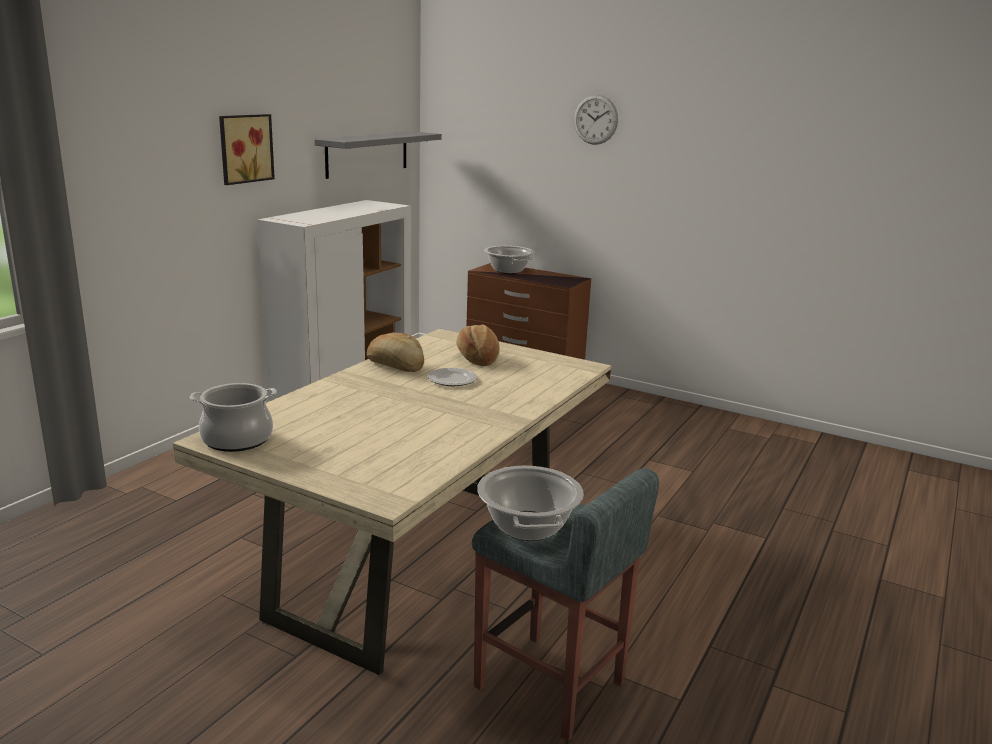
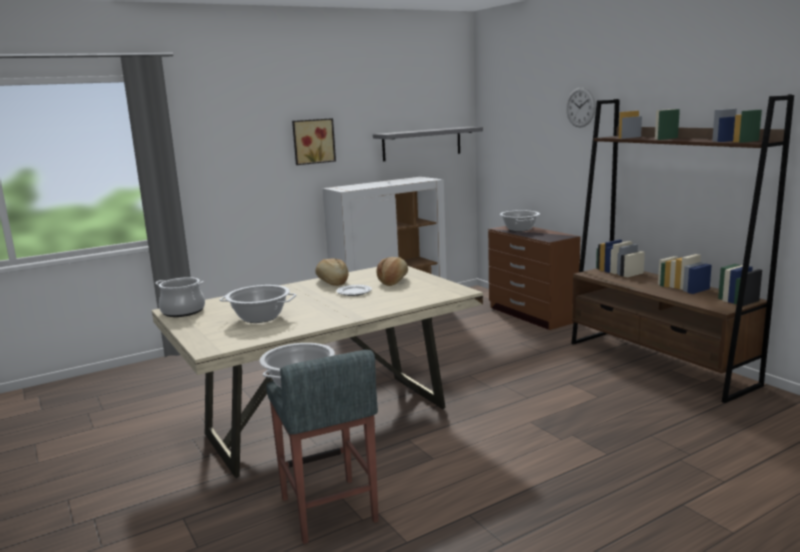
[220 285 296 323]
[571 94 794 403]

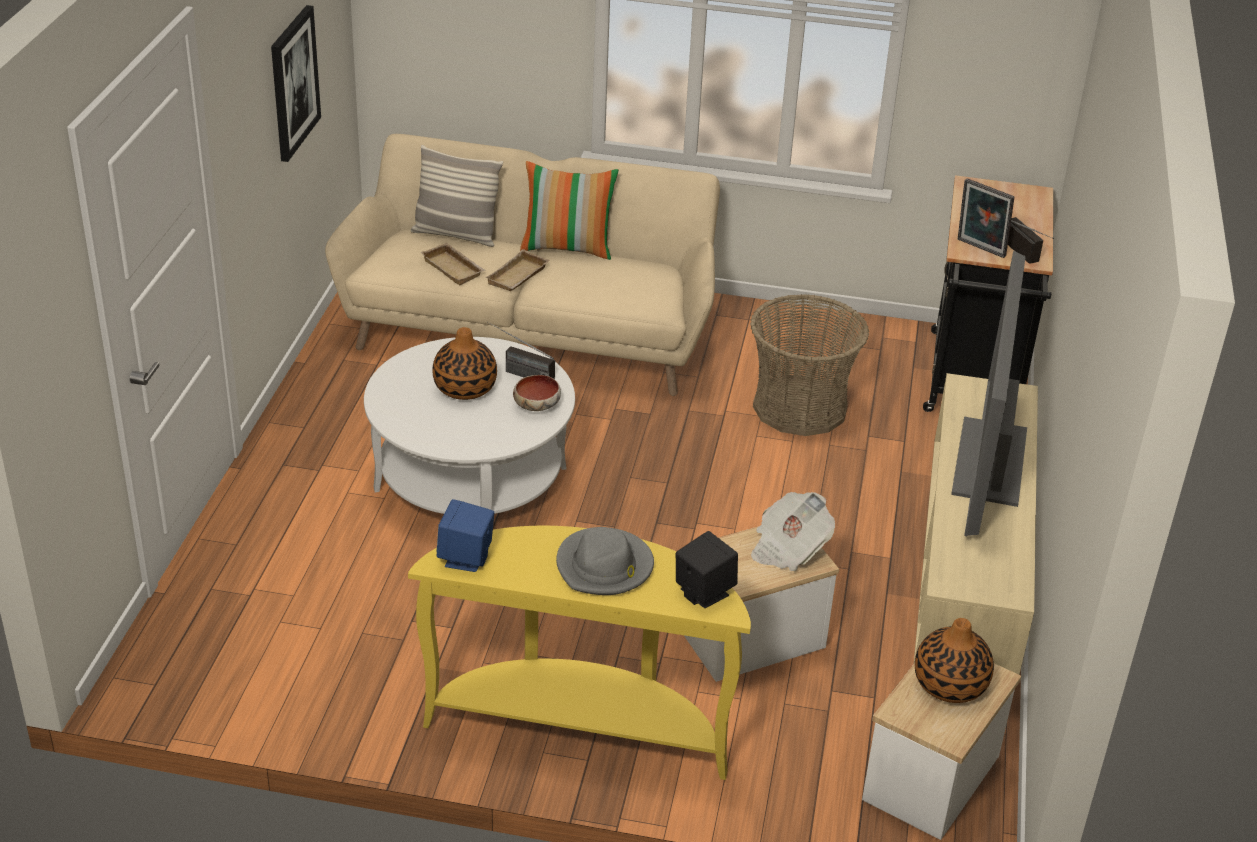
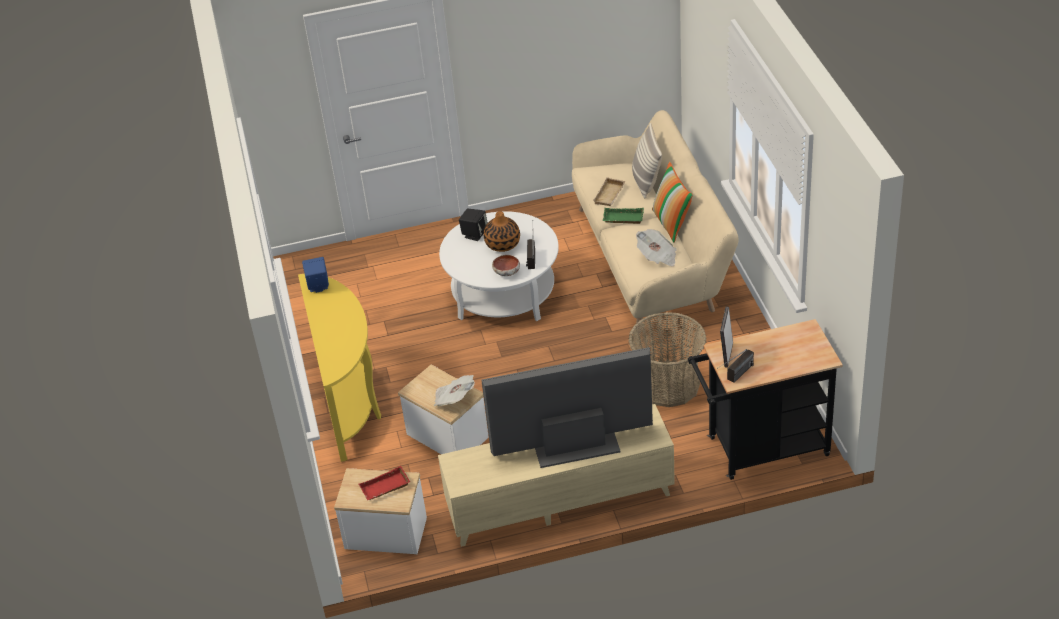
[358 466 410 500]
[459 209 488 241]
[603 208 644 224]
[636 229 677 266]
[271 5 321 162] (first image)
[556 527 654 595] (first image)

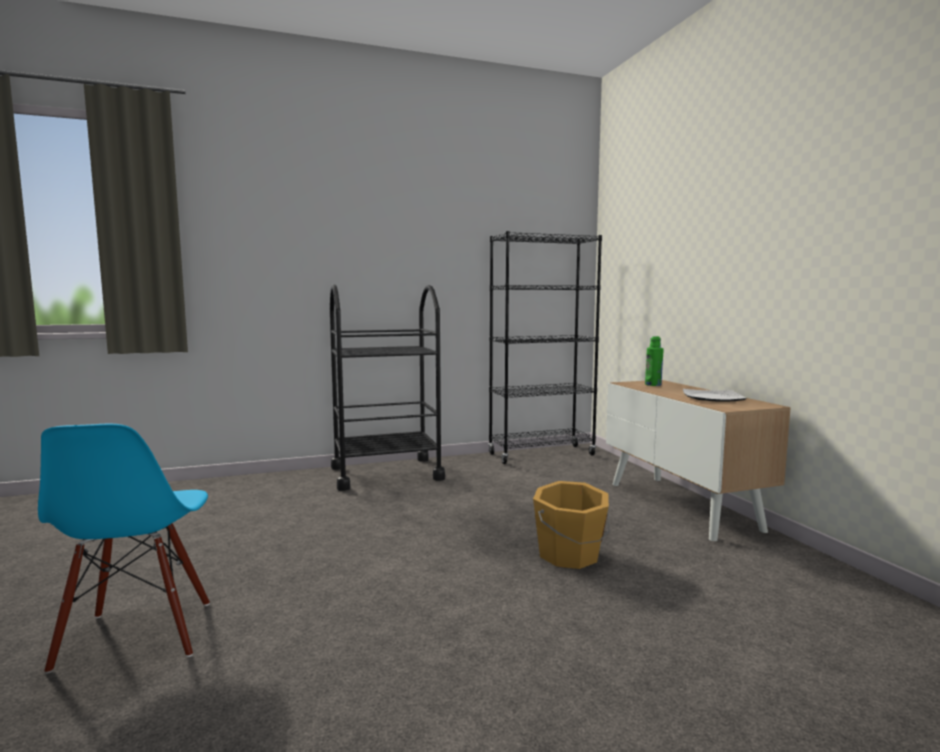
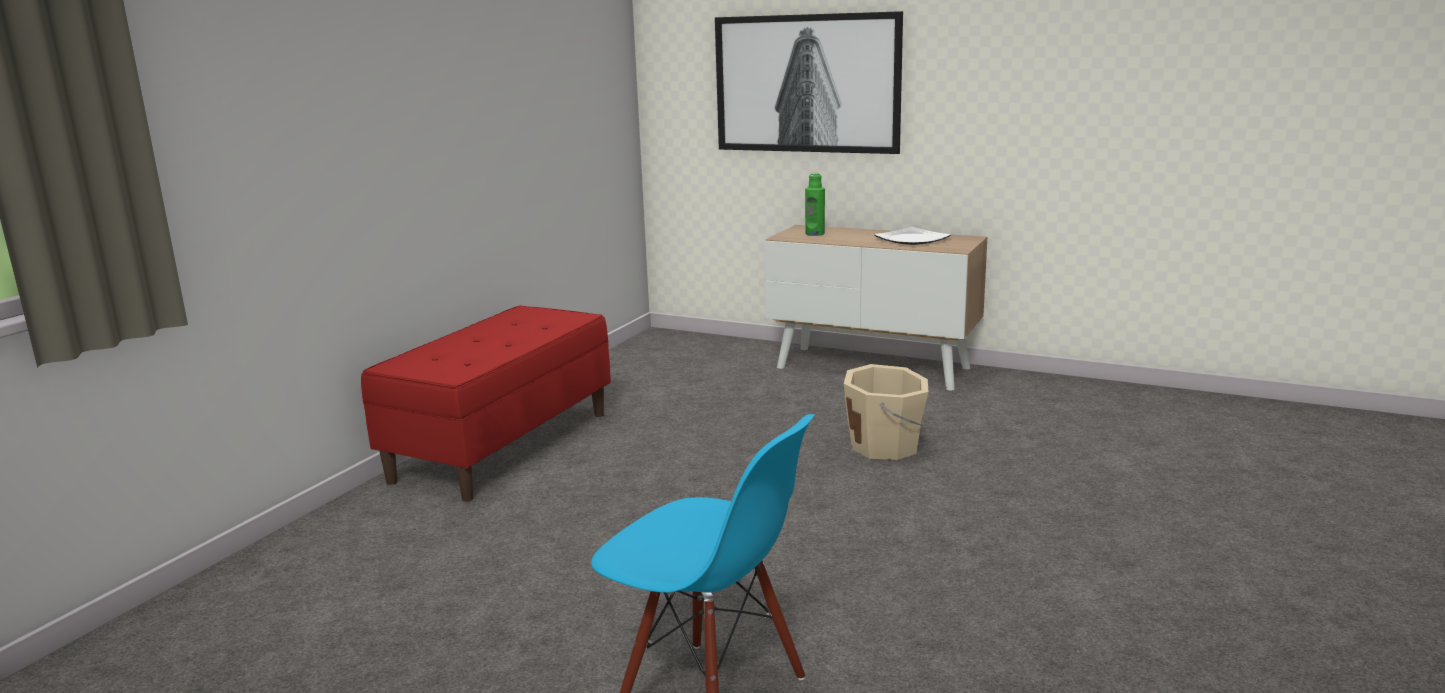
[361 305 611 502]
[715 11 903 154]
[844 364 929 460]
[488 231 602 464] (first image)

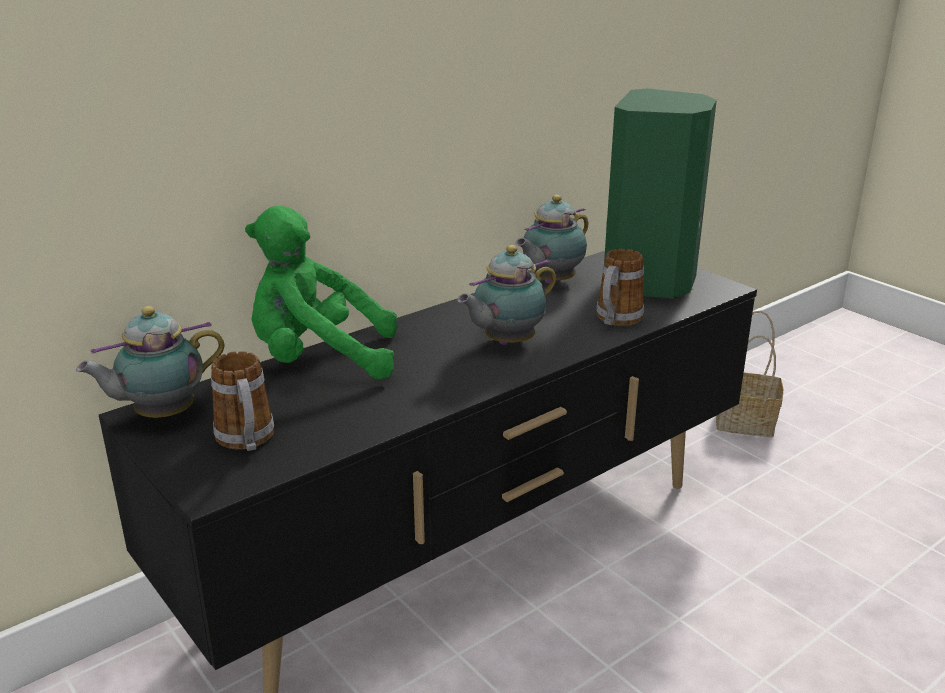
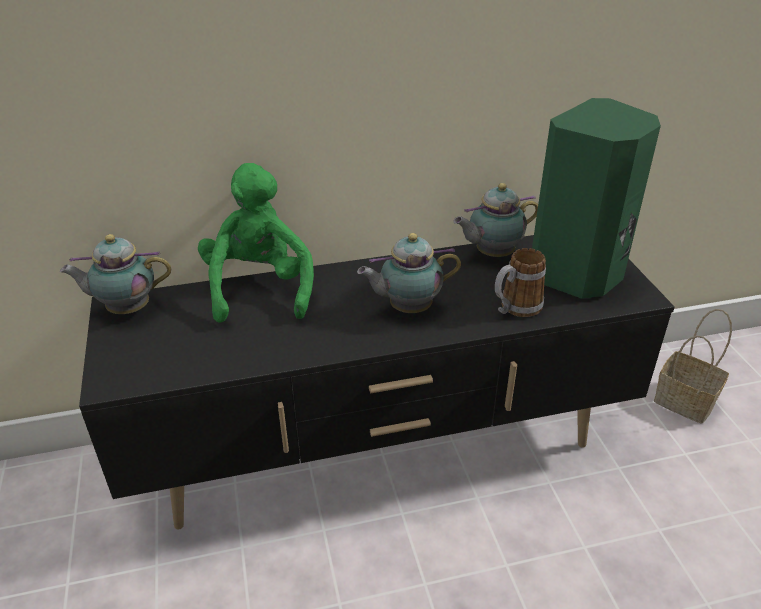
[198 163 314 323]
[211 351 274 451] (first image)

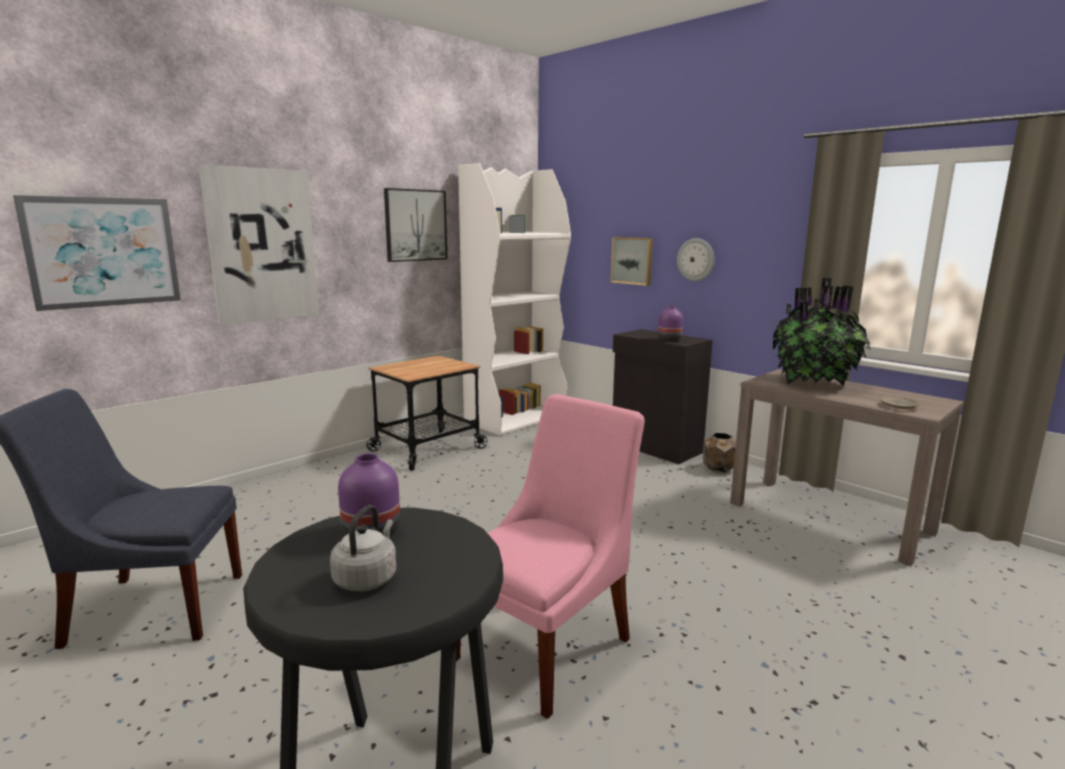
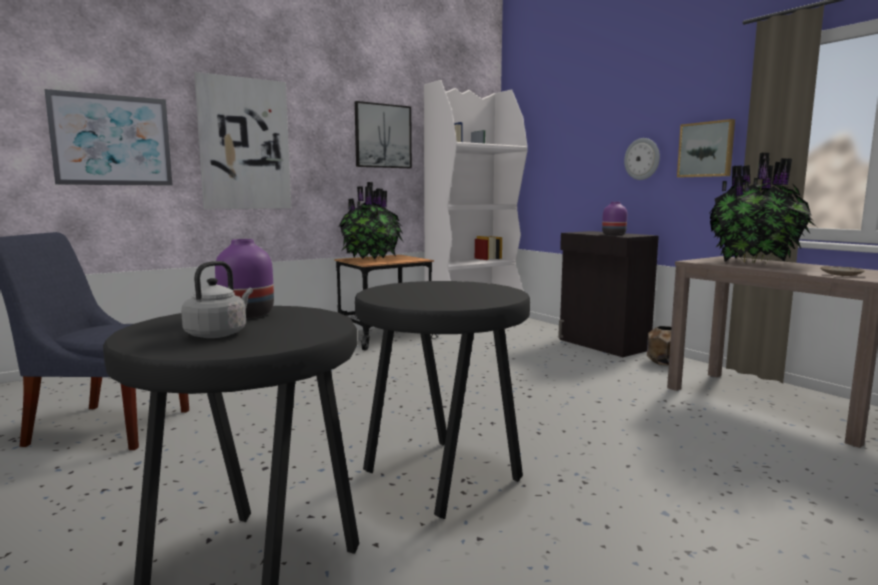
[339 182 403 260]
[355 281 530 519]
[677 119 735 177]

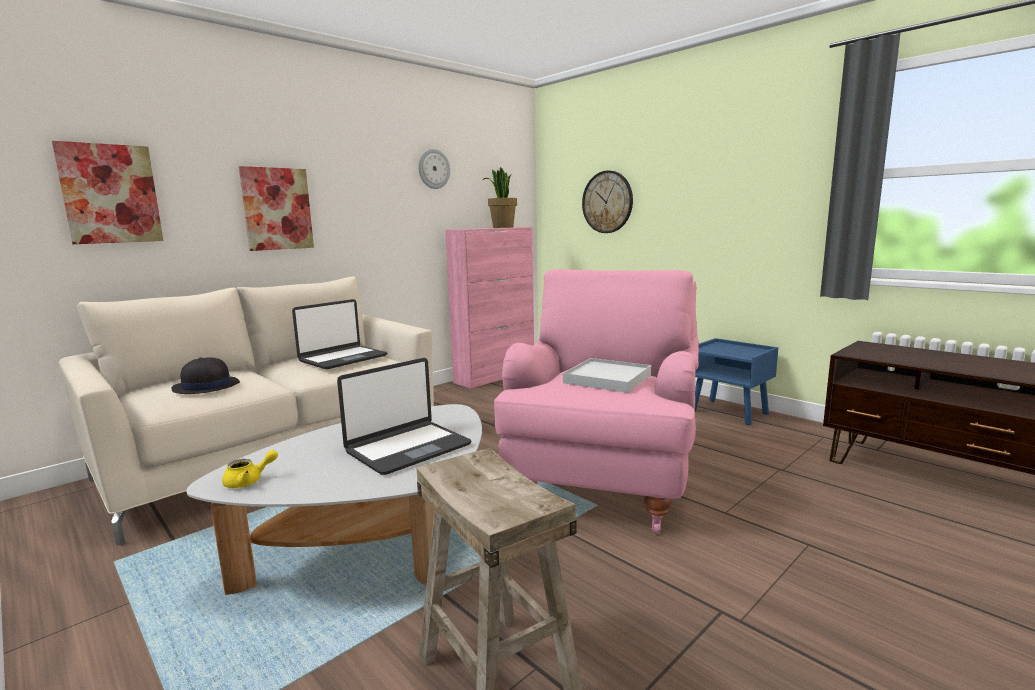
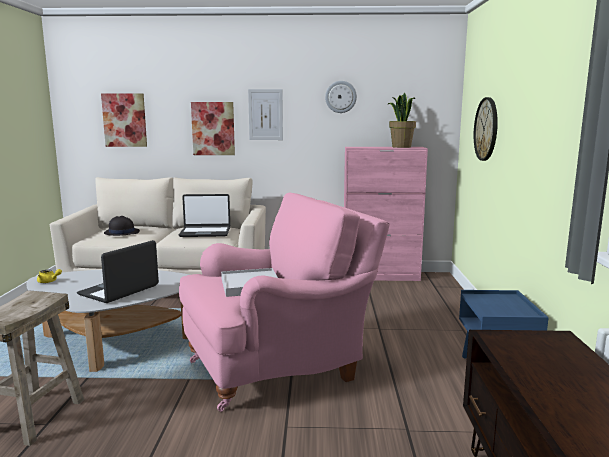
[77 240 159 303]
[248 89 283 140]

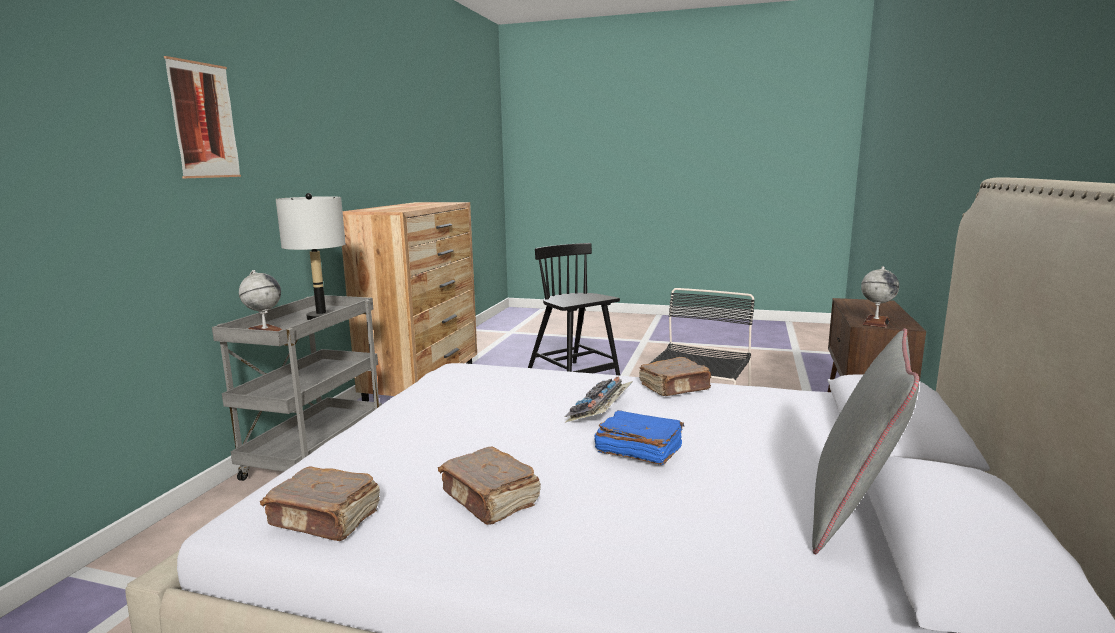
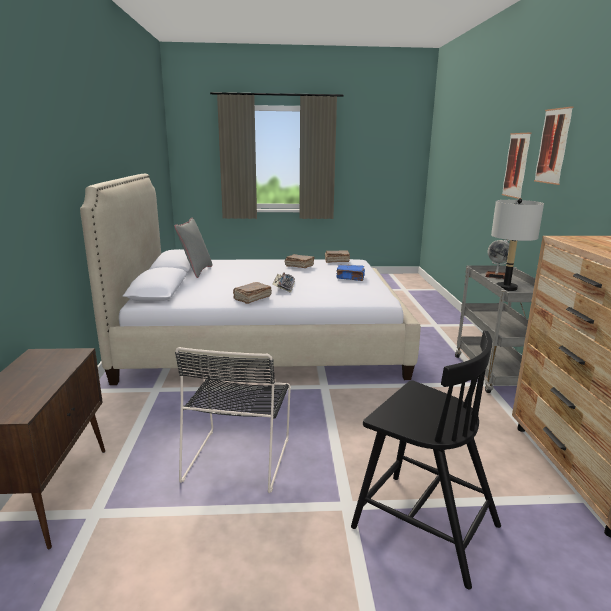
[336 265 365 281]
[502 132 532 199]
[861 266 899 328] (first image)

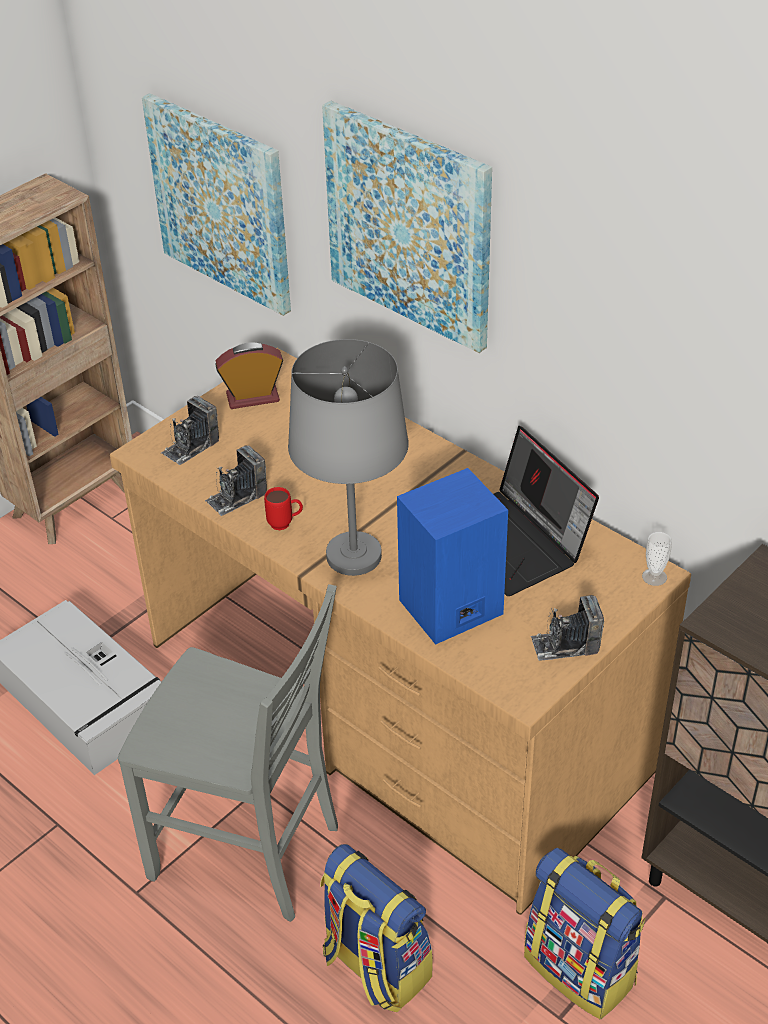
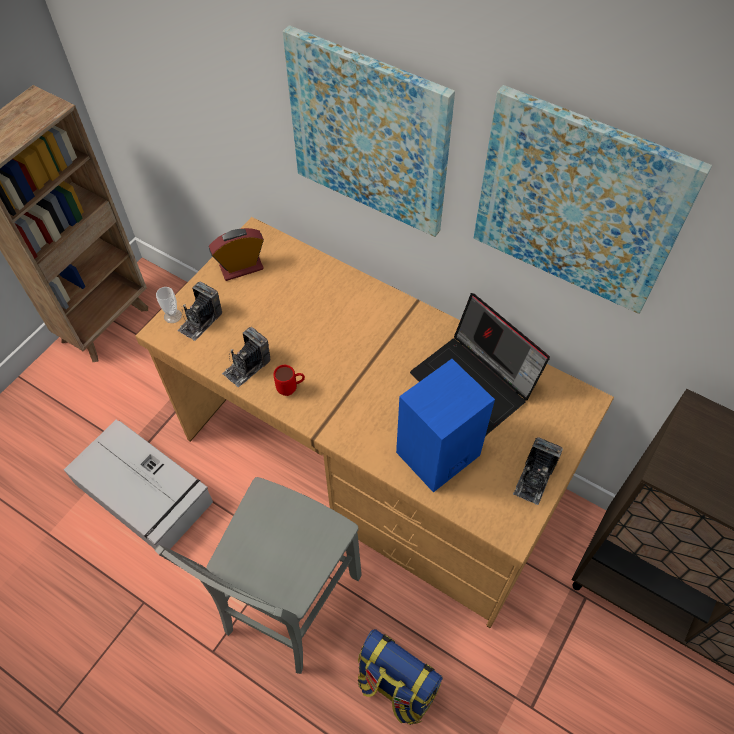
[154 477 362 674]
[156 287 182 323]
[473 85 712 314]
[513 437 563 505]
[288 339 409 576] (first image)
[524 848 645 1019] (first image)

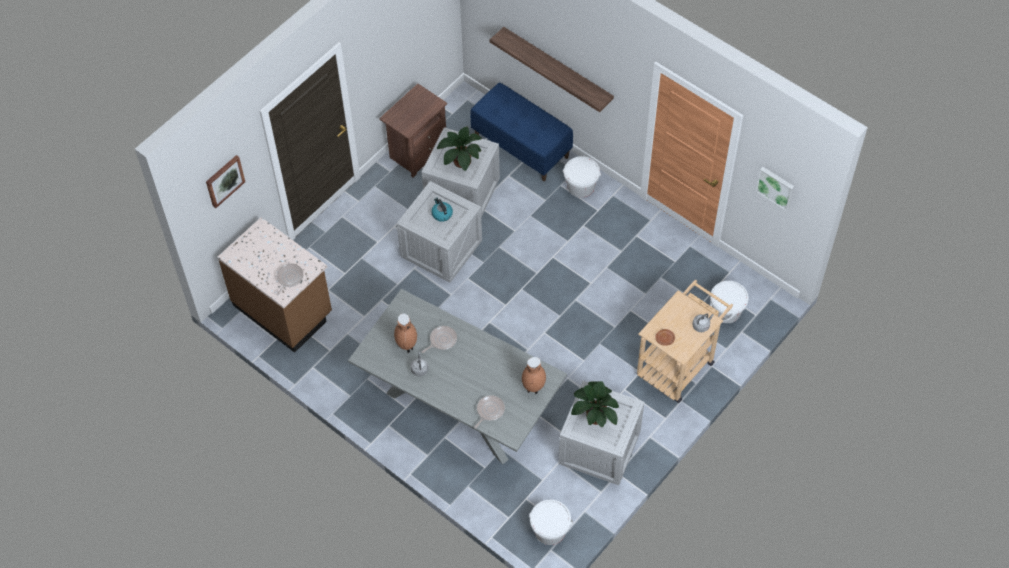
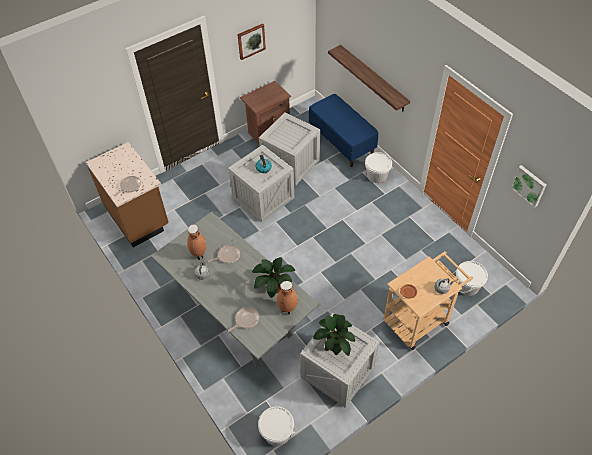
[237 23 266 60]
[252 257 295 298]

